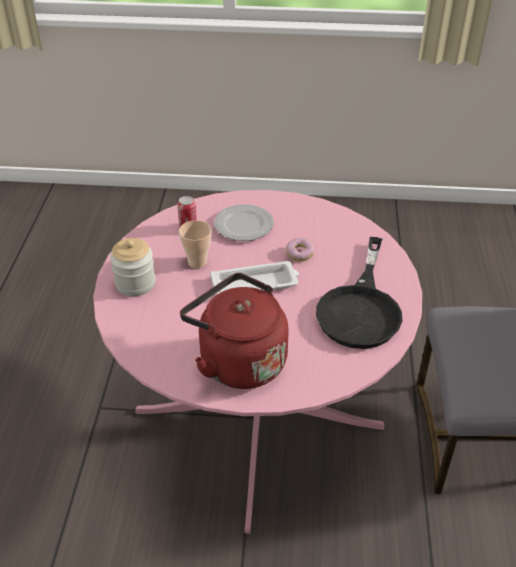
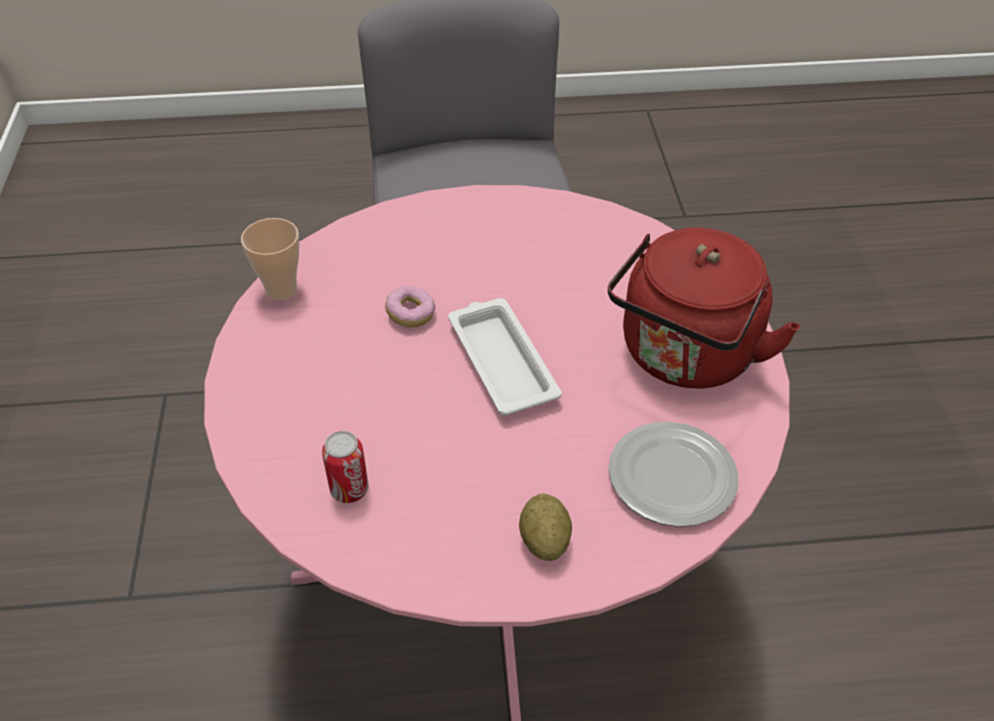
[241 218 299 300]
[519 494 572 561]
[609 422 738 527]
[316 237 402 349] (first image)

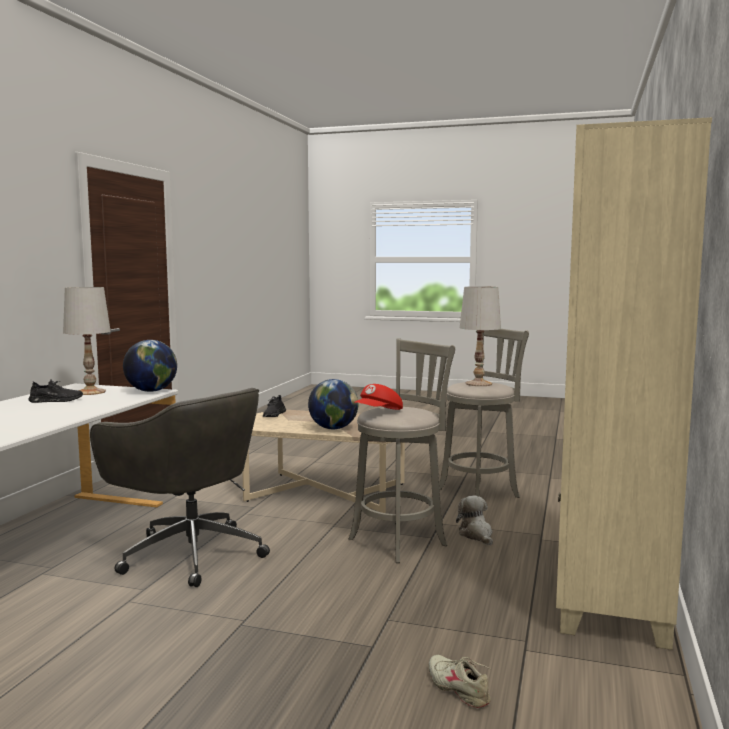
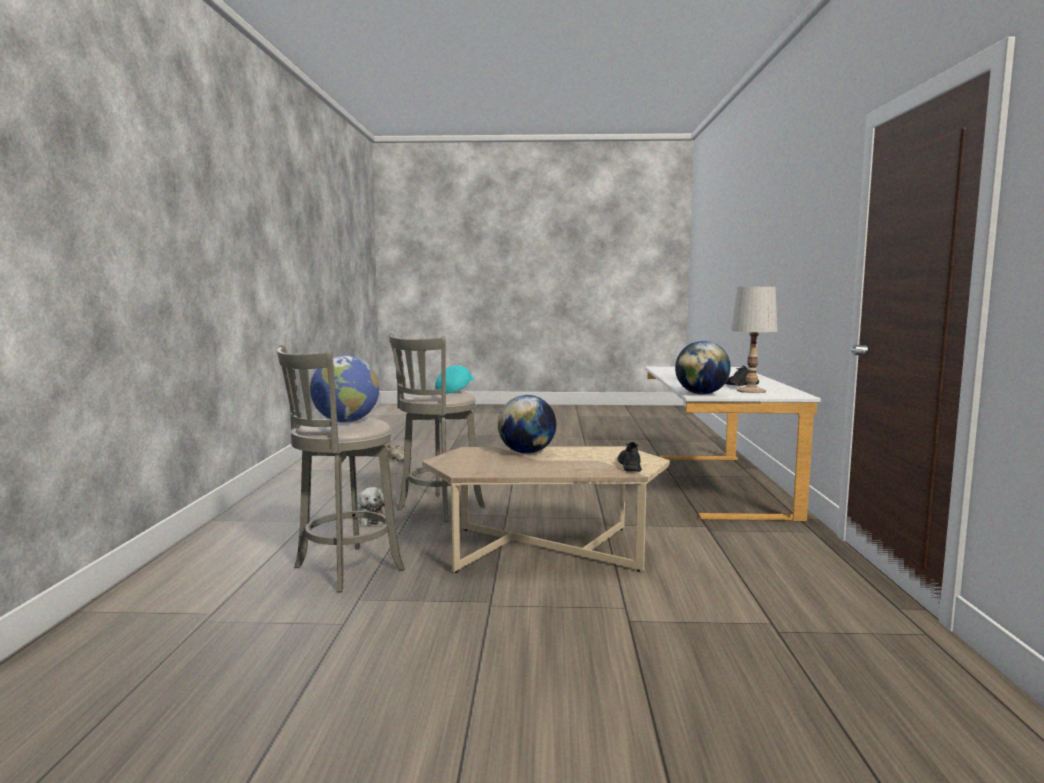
[310 355 379 423]
[435 365 475 393]
[90 388 270 587] (first image)
[556 117 712 650] (first image)

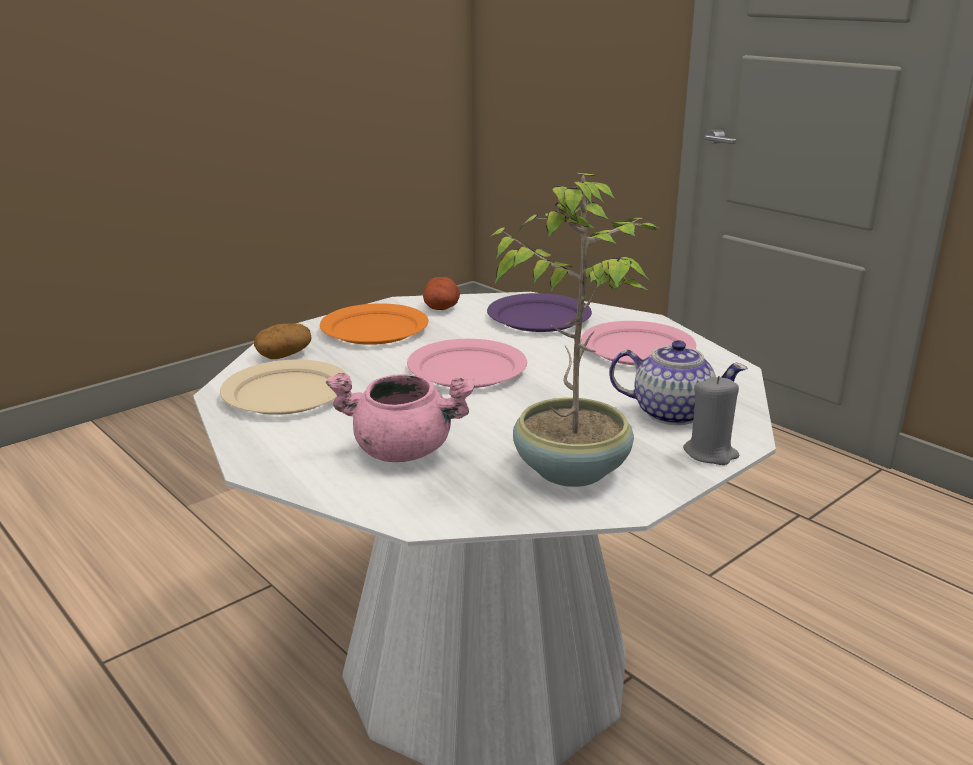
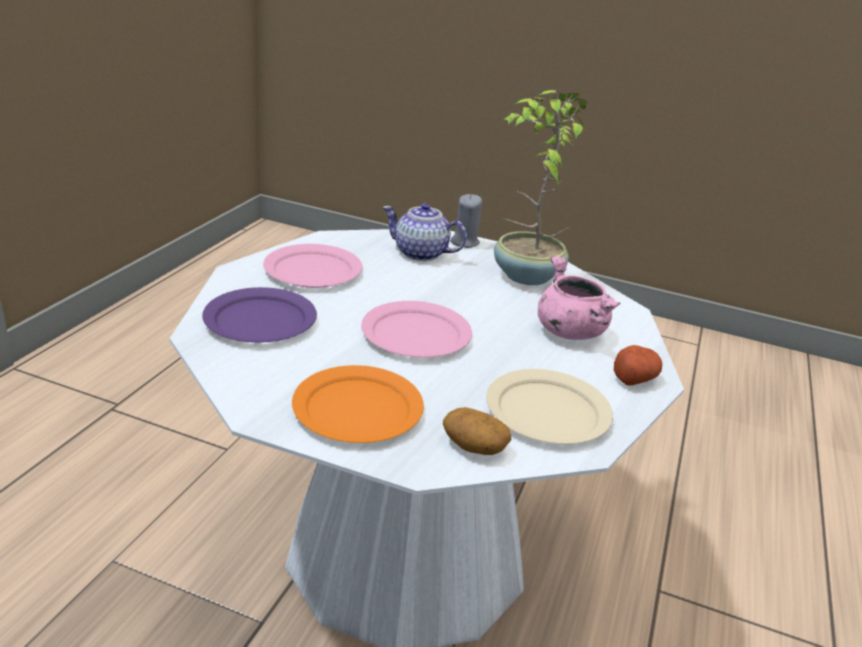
[382 203 467 261]
[614 345 662 385]

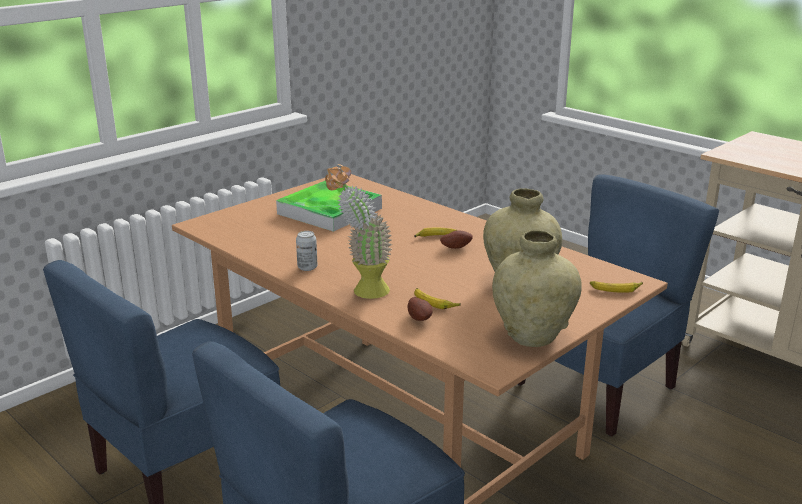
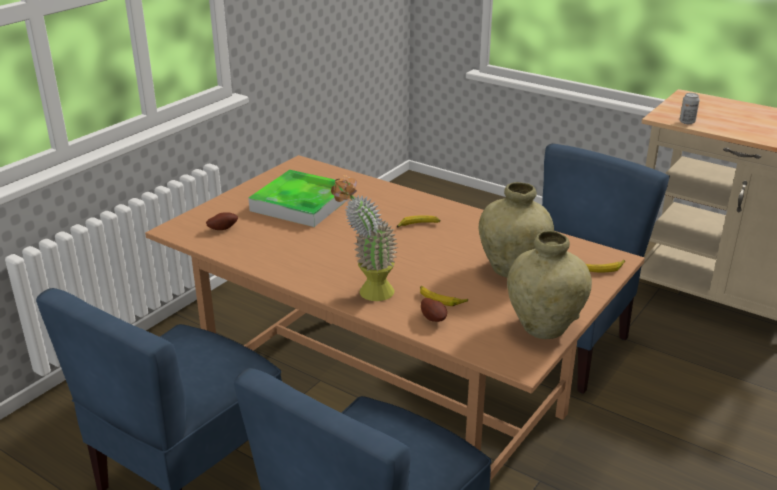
[206 212 238 230]
[679 93 700 124]

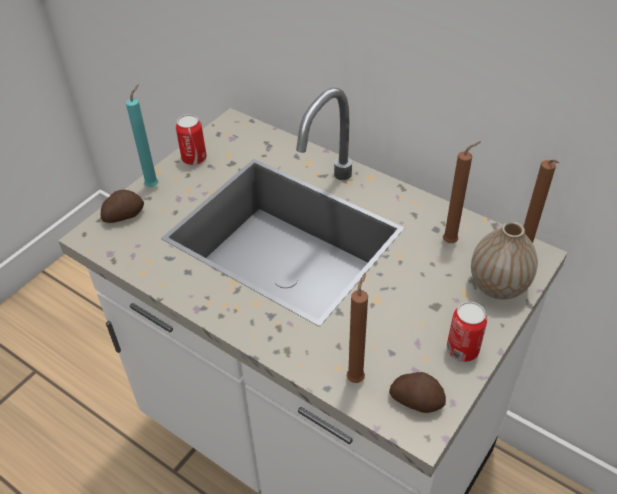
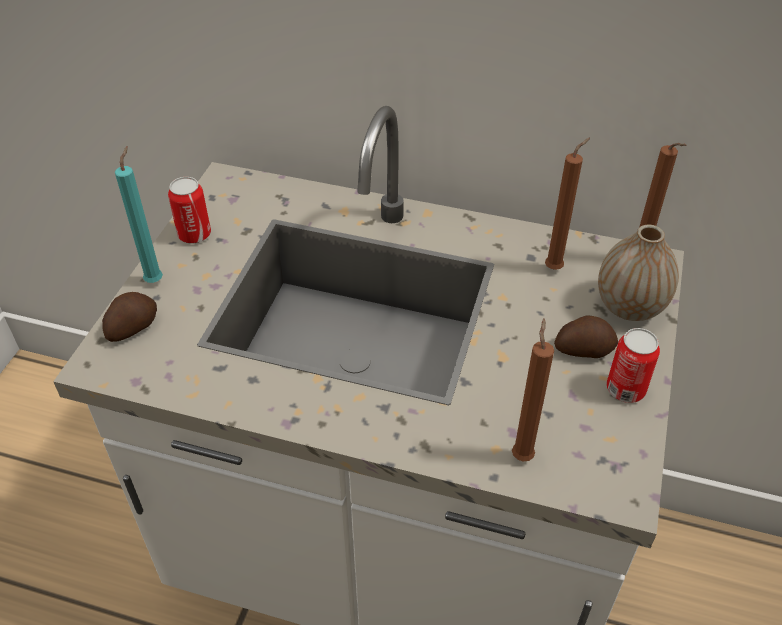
[554 315 618 358]

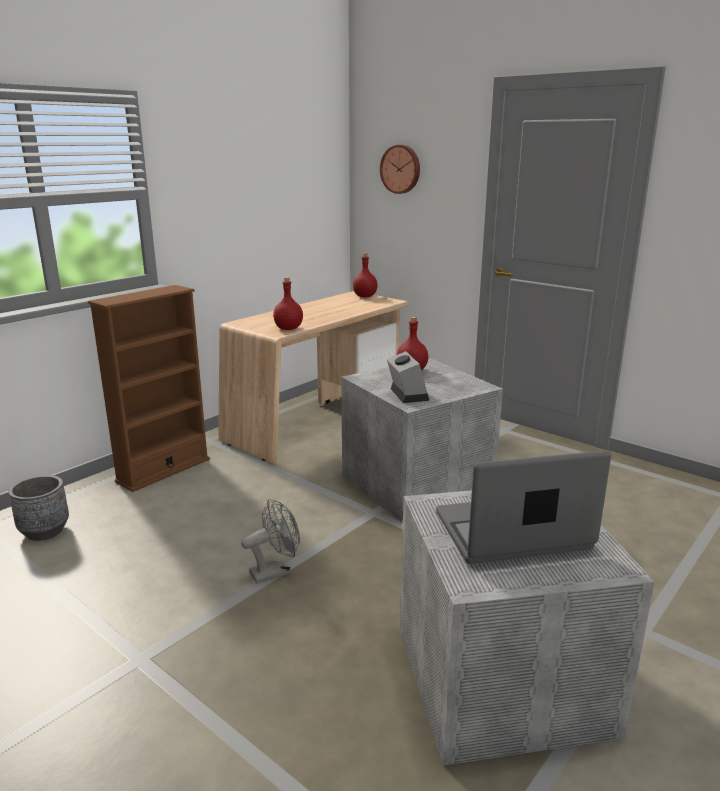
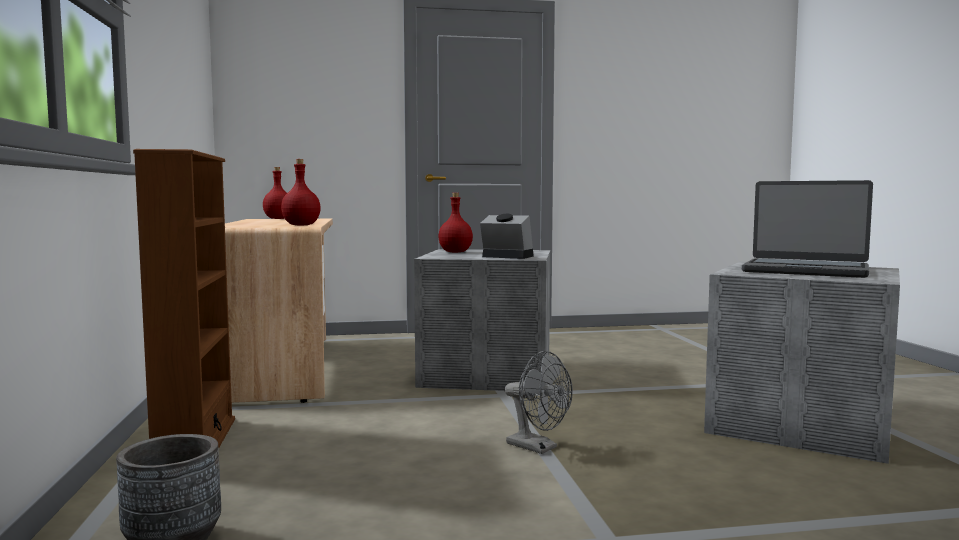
[505 351 573 454]
[742 180 873 278]
[380 145 420 194] (first image)

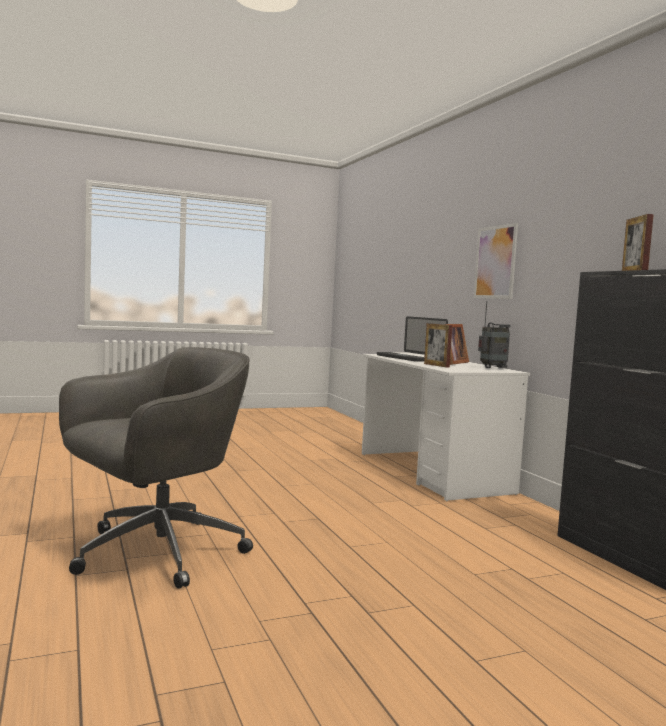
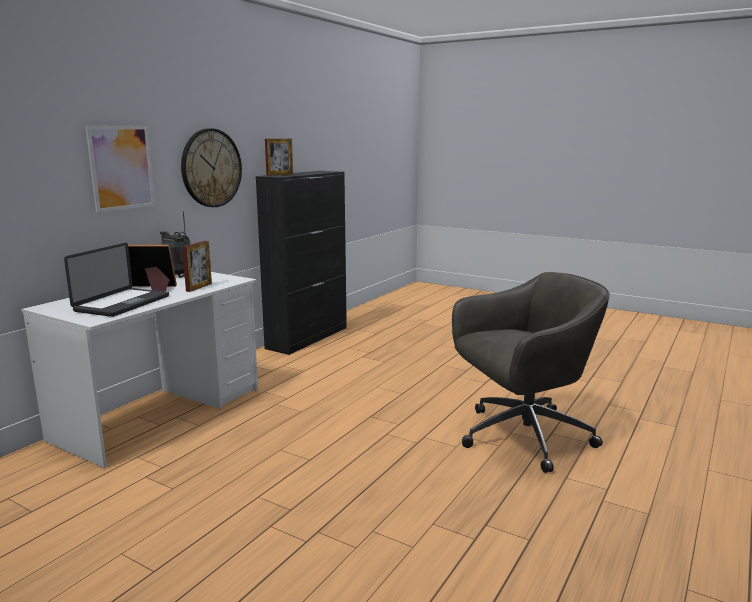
[181 128 242 207]
[452 272 610 473]

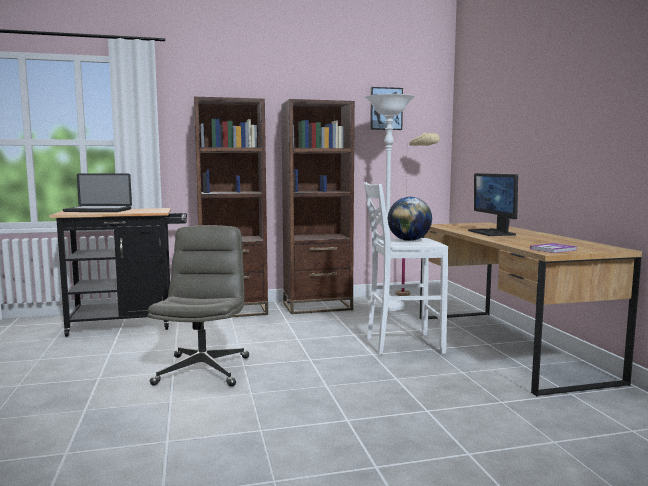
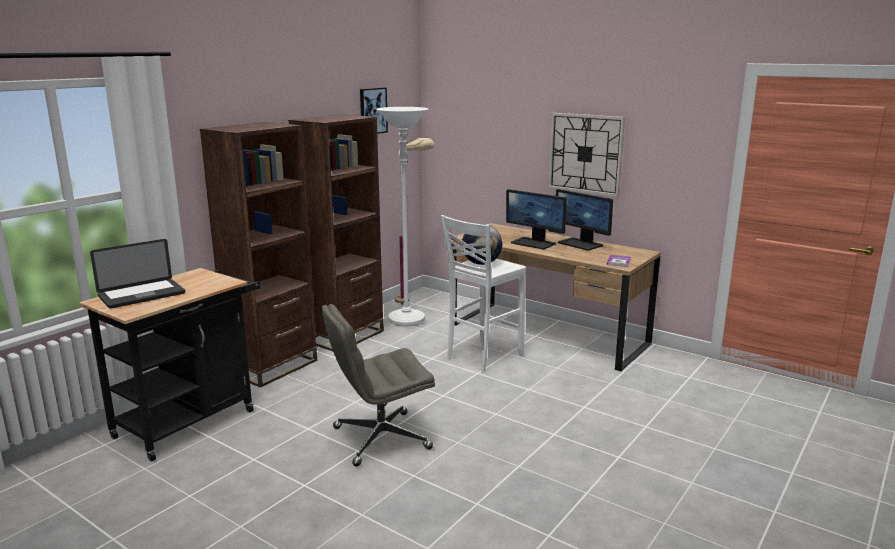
[322 304 435 467]
[548 113 625 197]
[556 189 613 251]

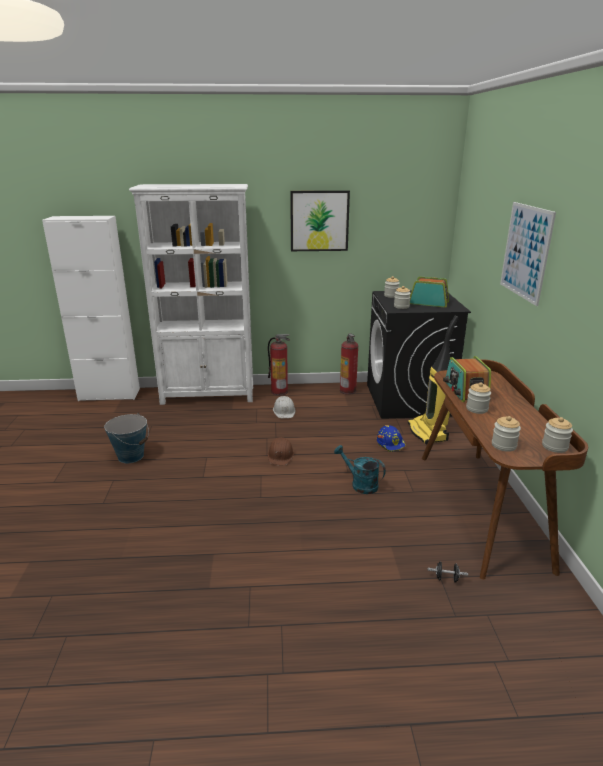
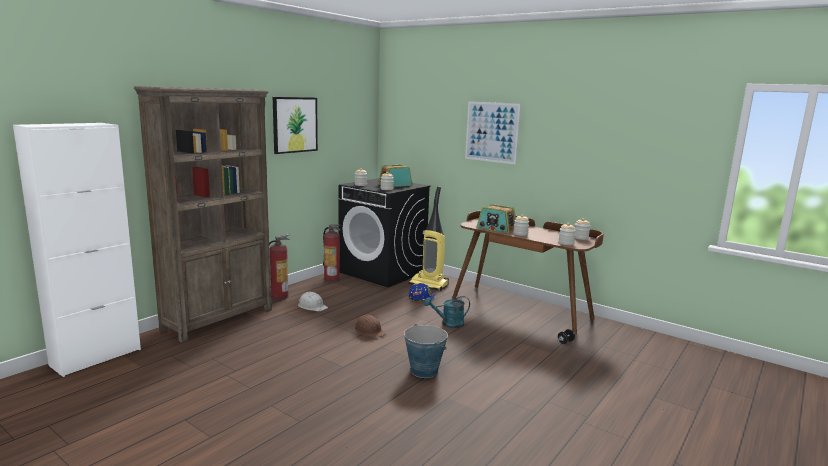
[134 86 272 343]
[404 324 448 378]

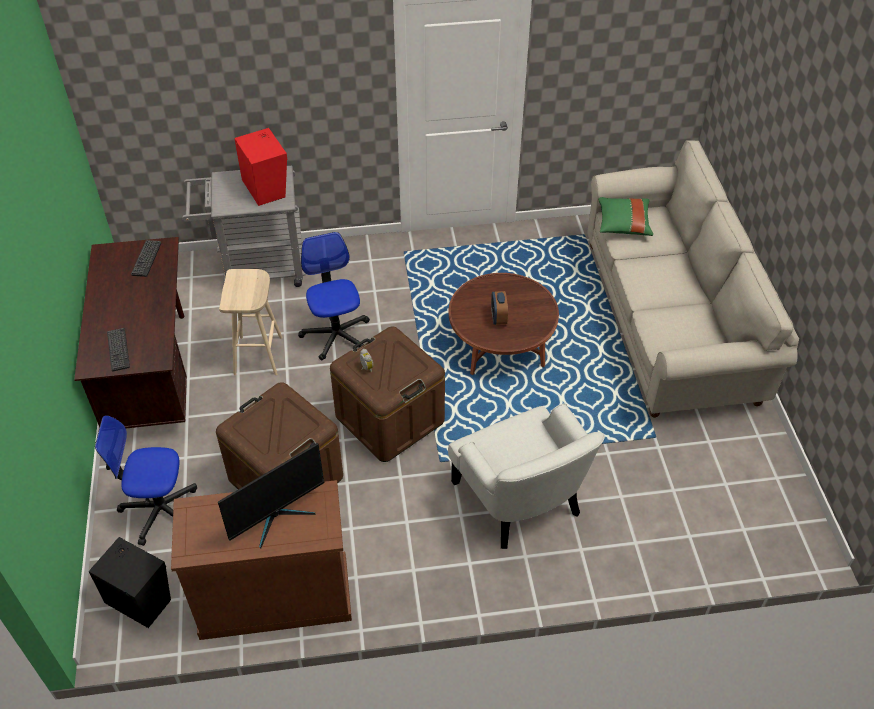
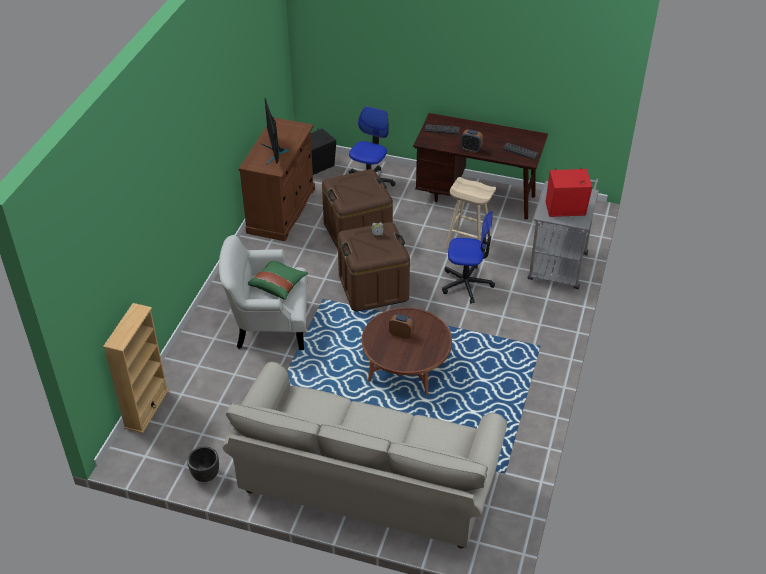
[103 303 169 433]
[187 446 219 482]
[248 261 308 300]
[461 130 483 153]

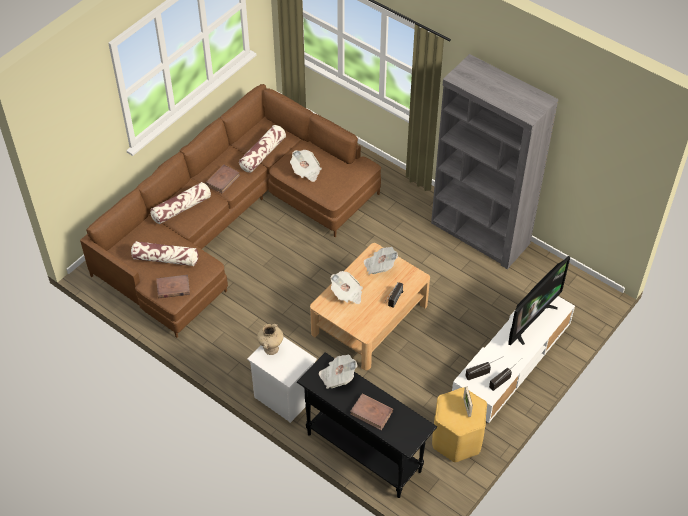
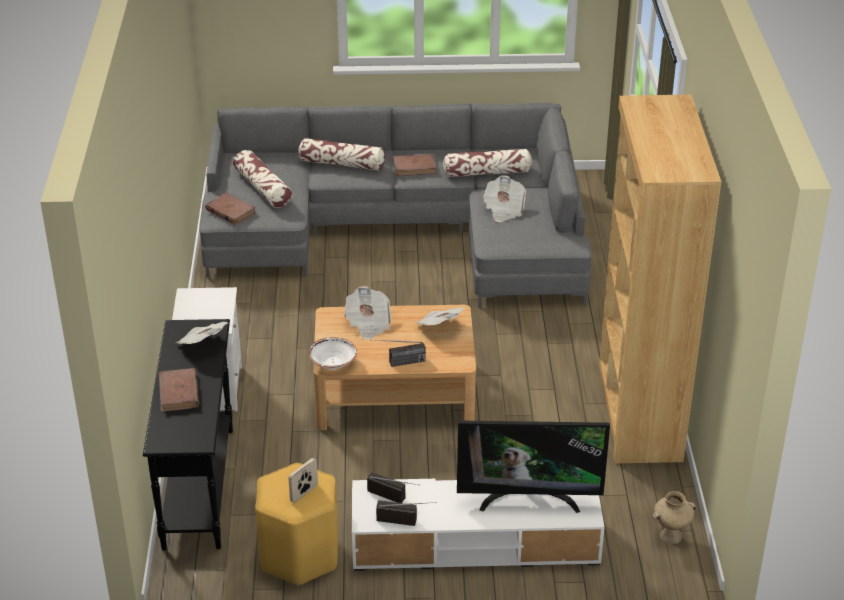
[199 103 592 308]
[308 337 357 370]
[599 95 721 464]
[652 491 696 544]

